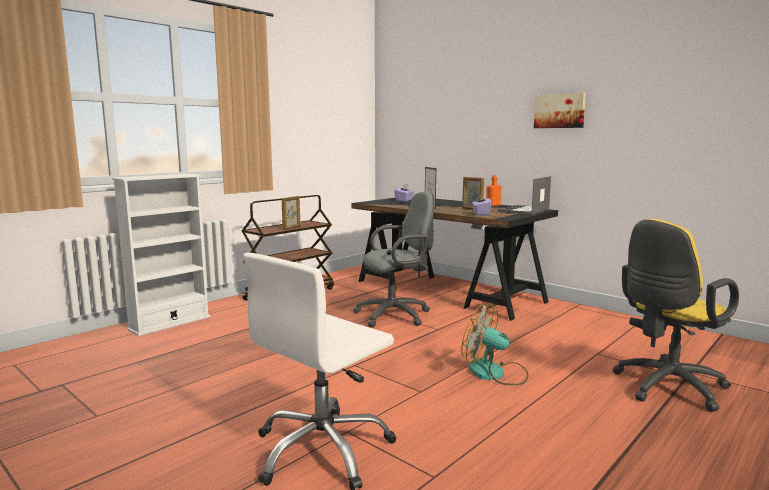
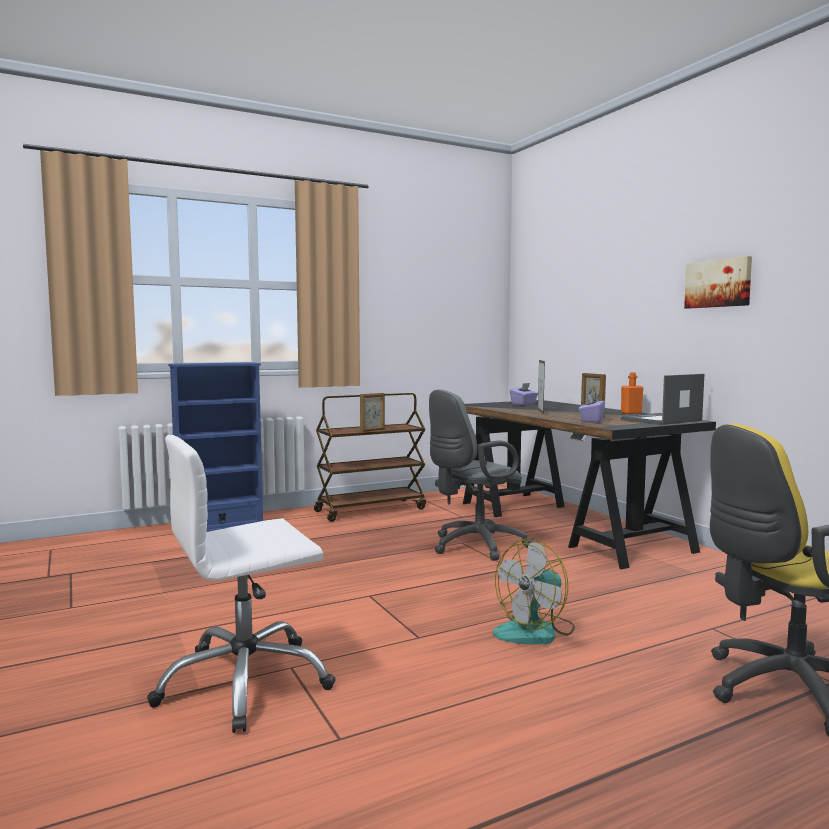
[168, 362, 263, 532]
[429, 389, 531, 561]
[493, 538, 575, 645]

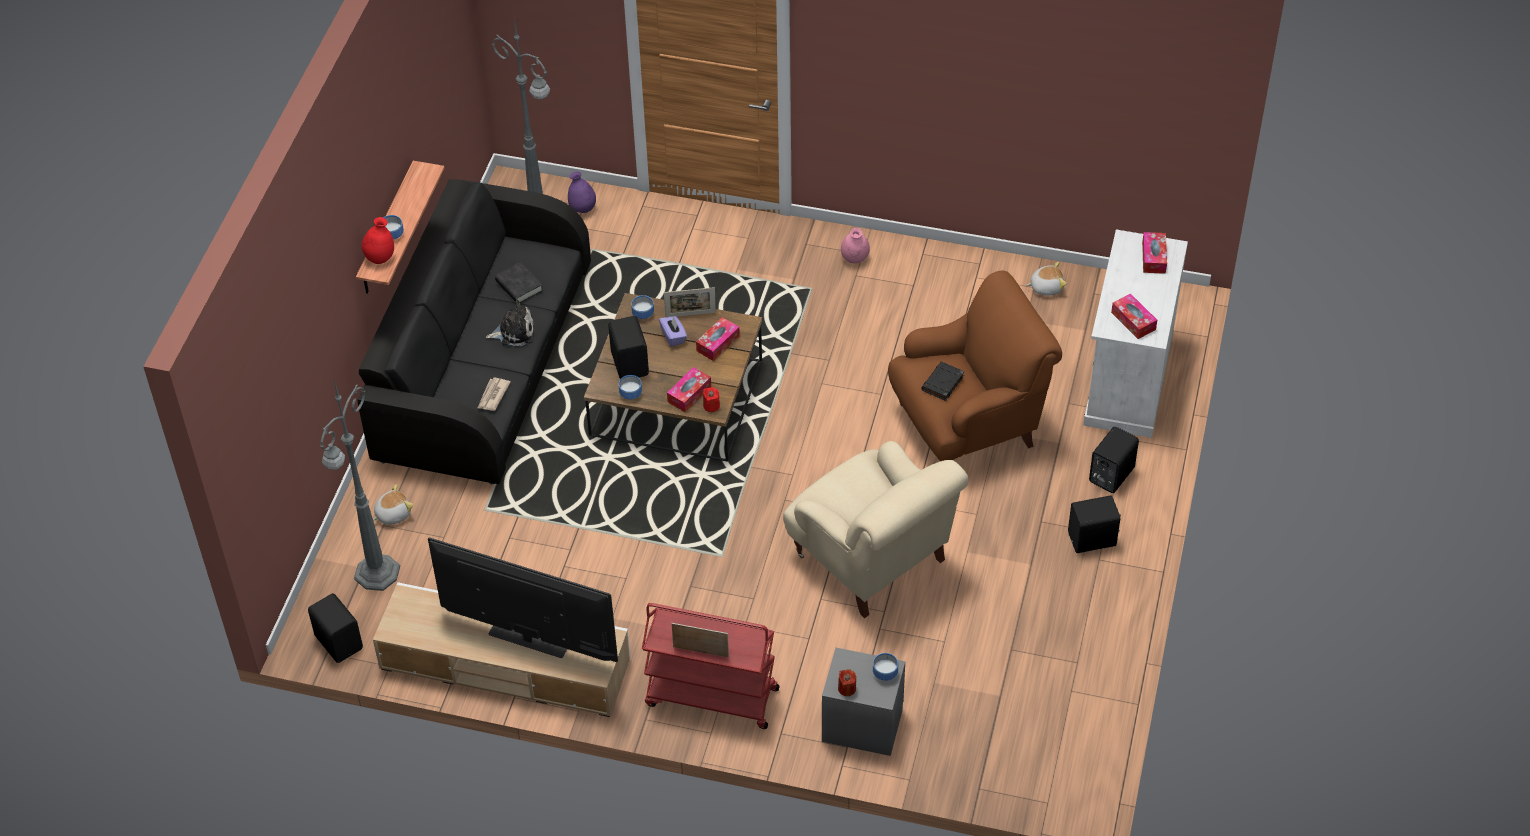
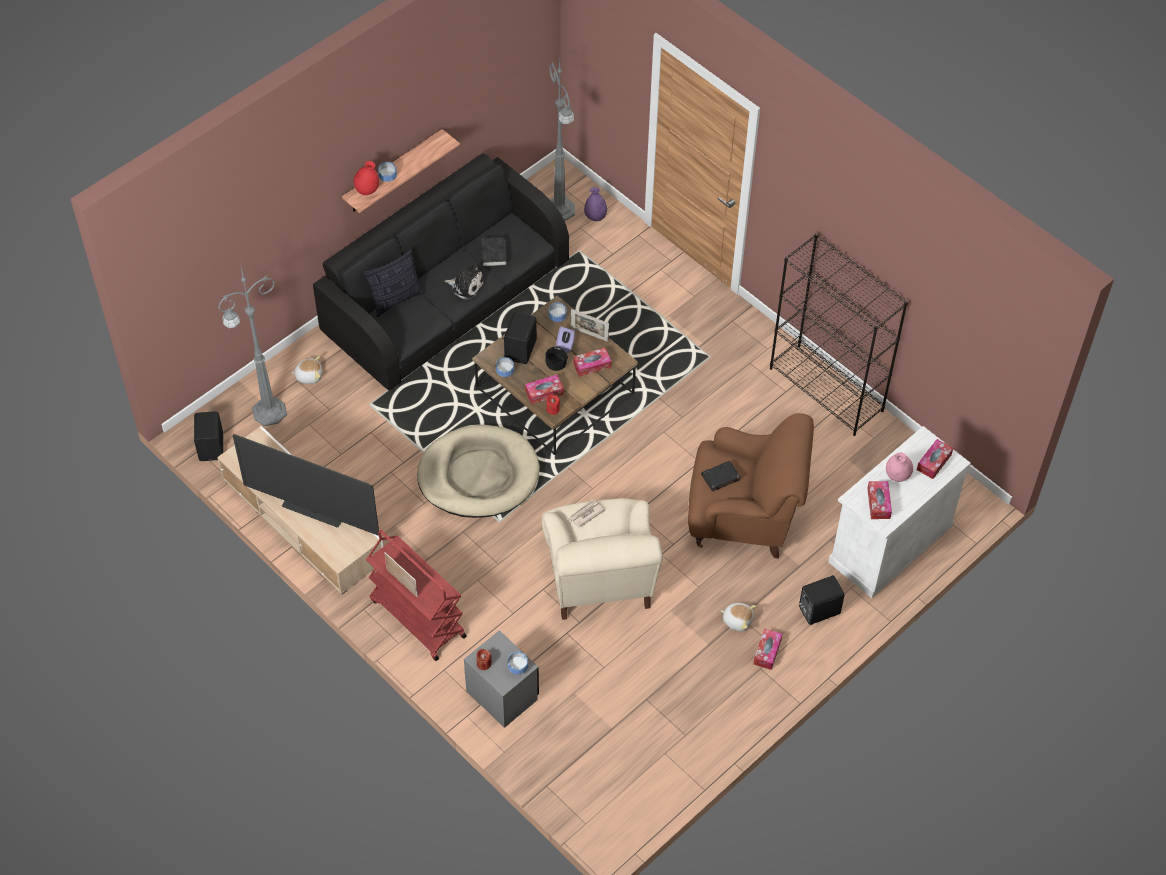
[233, 434, 379, 536]
[364, 250, 425, 317]
[417, 425, 540, 518]
[545, 346, 568, 371]
[568, 499, 605, 528]
[720, 603, 757, 631]
[753, 628, 782, 670]
[770, 233, 908, 436]
[886, 452, 913, 482]

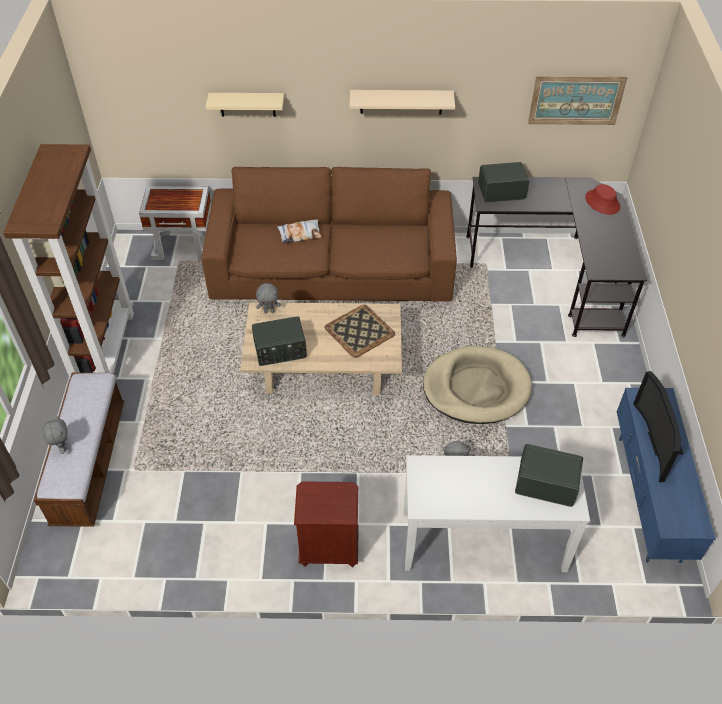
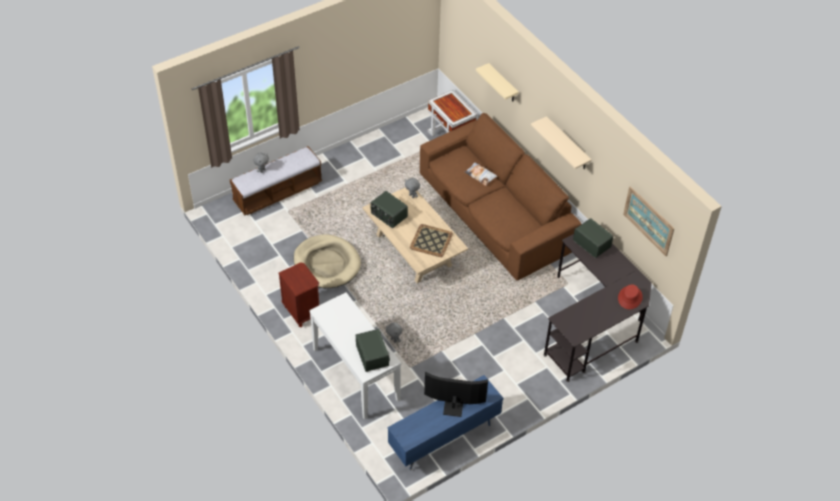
[294, 234, 361, 288]
[424, 372, 488, 417]
[3, 144, 134, 378] (first image)

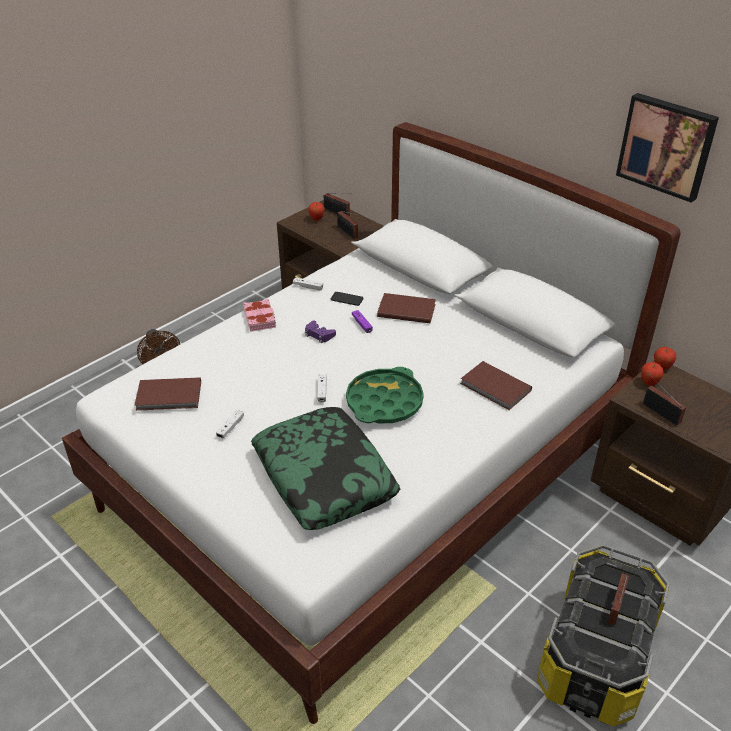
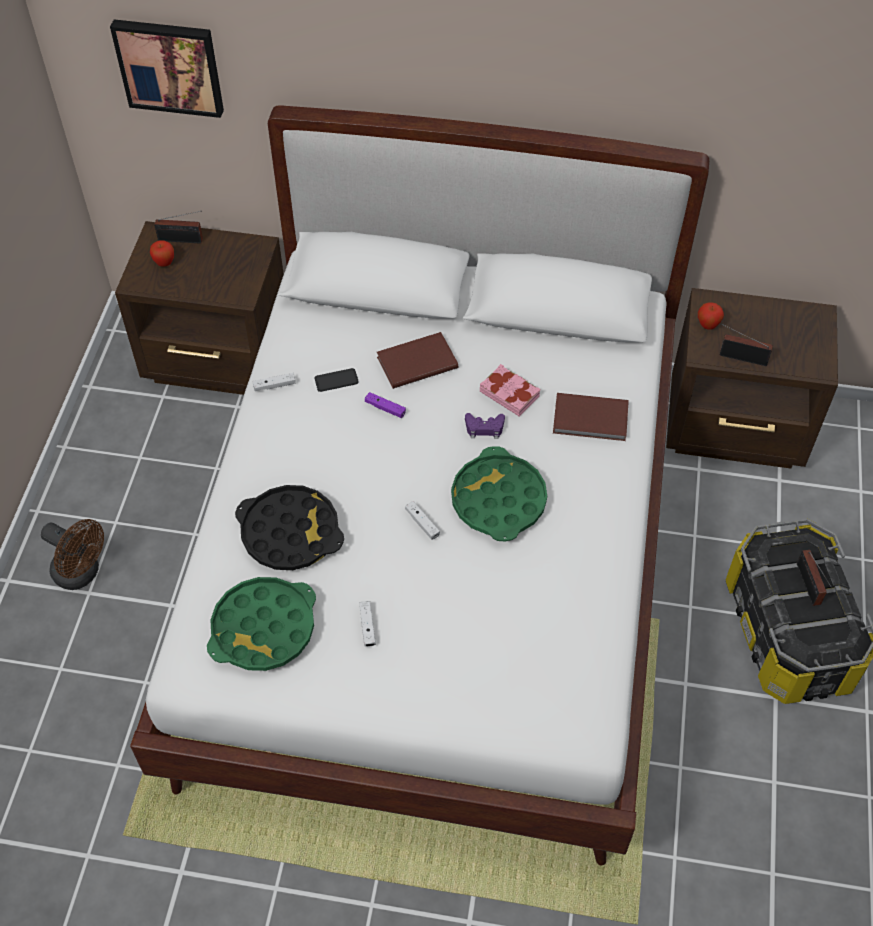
[110, 19, 224, 118]
[207, 577, 316, 671]
[235, 485, 344, 570]
[465, 413, 505, 439]
[480, 364, 540, 416]
[251, 407, 401, 530] (first image)
[337, 211, 358, 239] (first image)
[654, 347, 676, 370] (first image)

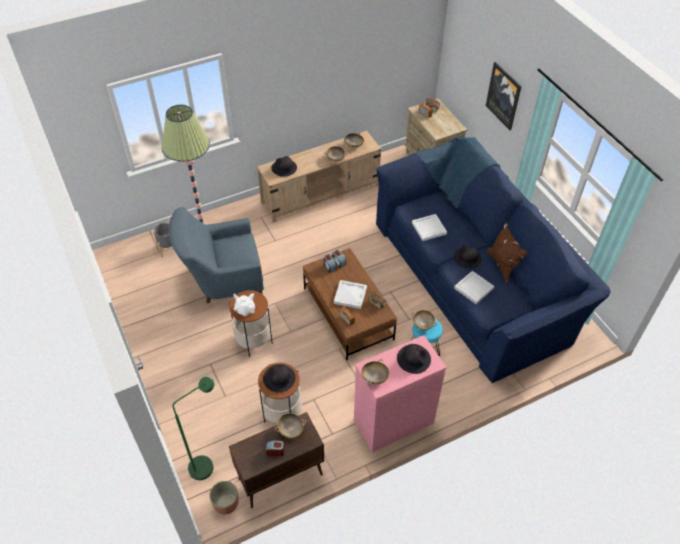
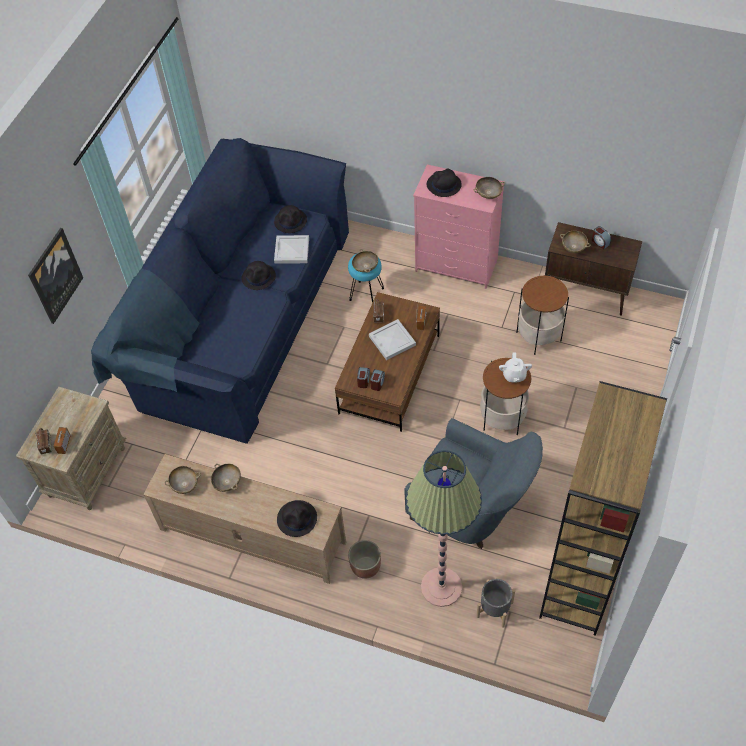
[274, 205, 307, 233]
[348, 540, 381, 579]
[539, 381, 667, 636]
[172, 377, 214, 480] (first image)
[412, 214, 447, 241] (first image)
[487, 222, 528, 283] (first image)

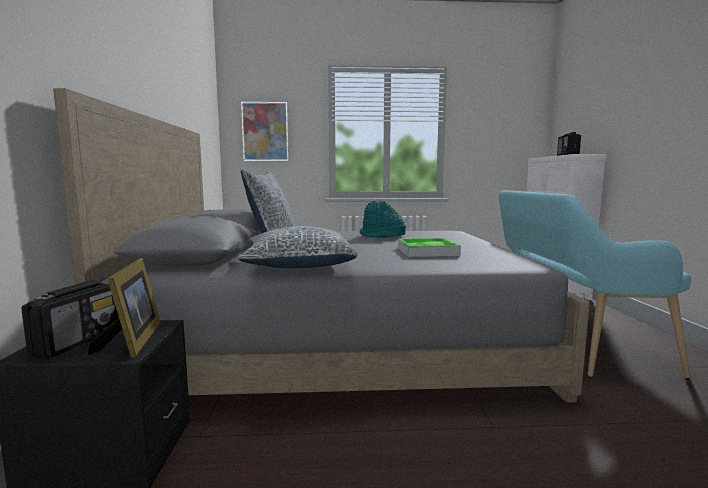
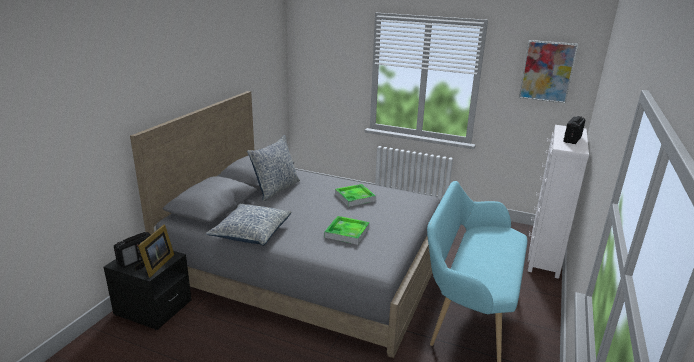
[335, 184, 376, 207]
[519, 40, 578, 104]

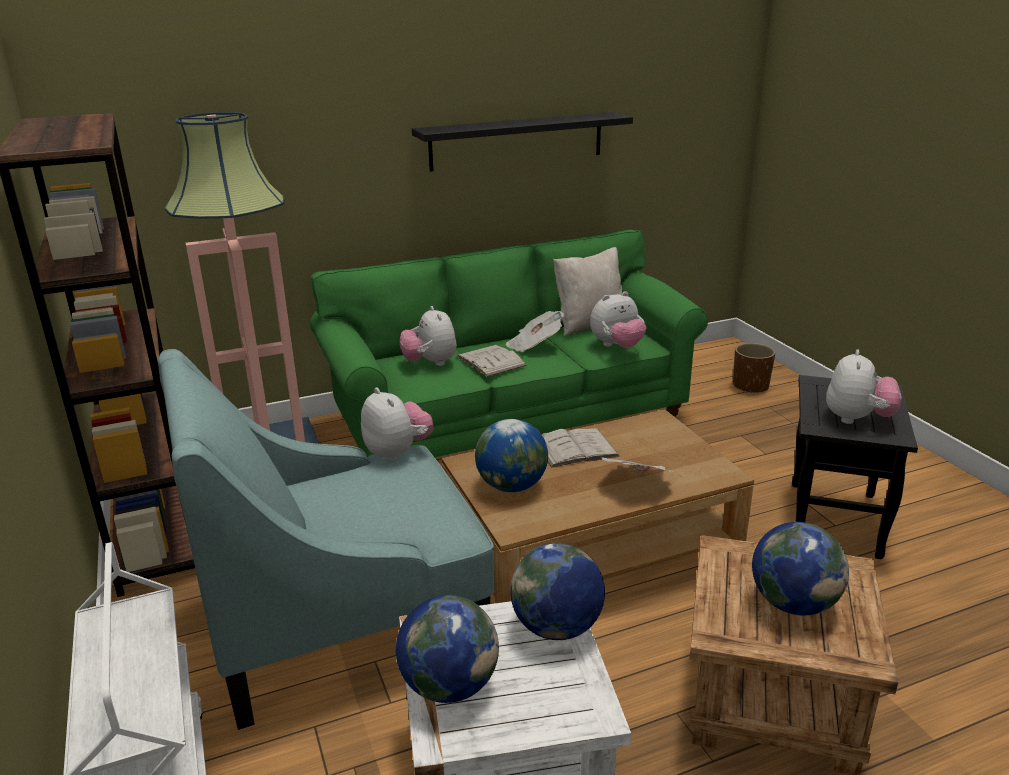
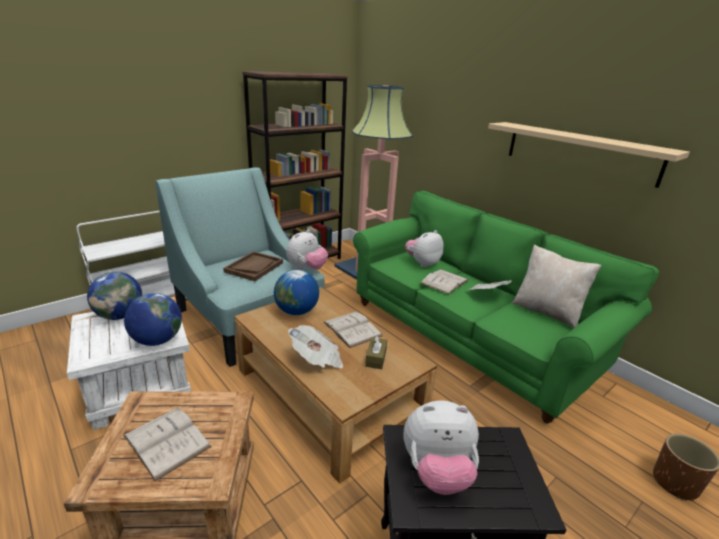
[123, 407, 212, 481]
[223, 251, 283, 281]
[365, 335, 387, 369]
[488, 122, 690, 188]
[590, 291, 646, 348] (first image)

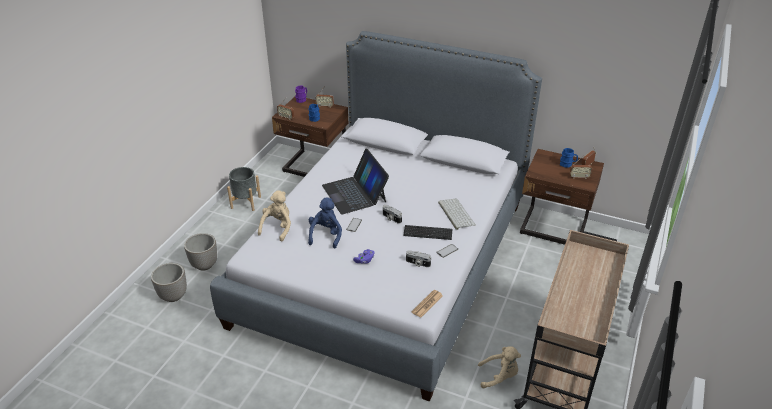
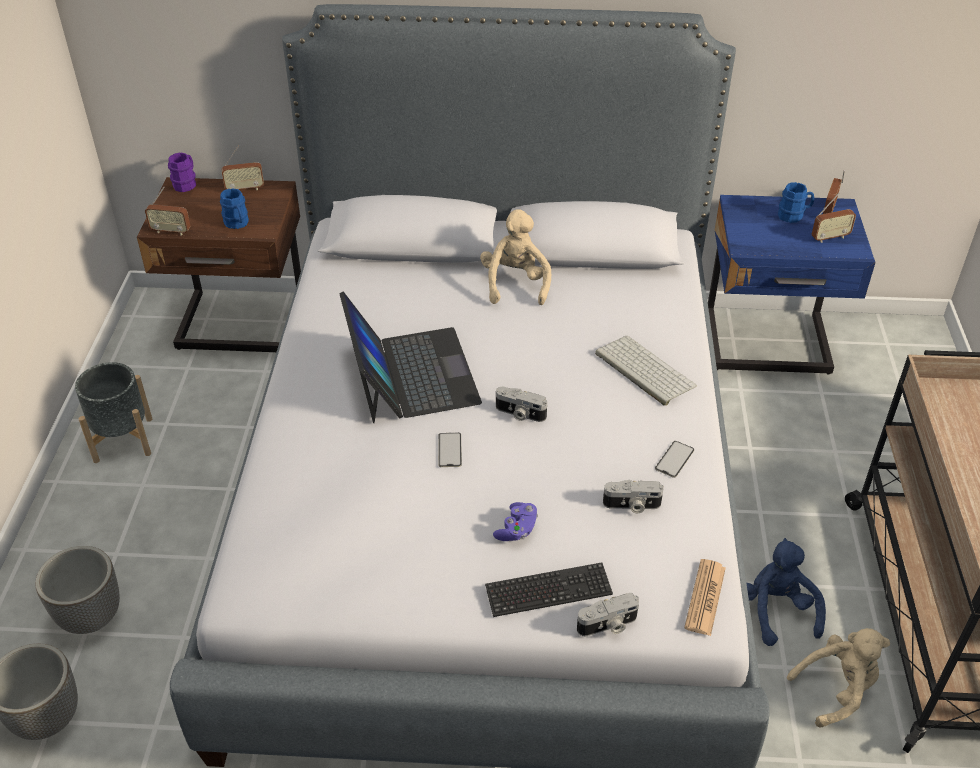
[339, 292, 482, 423]
[480, 209, 551, 305]
[485, 562, 613, 617]
[577, 593, 639, 636]
[708, 195, 876, 375]
[747, 538, 826, 646]

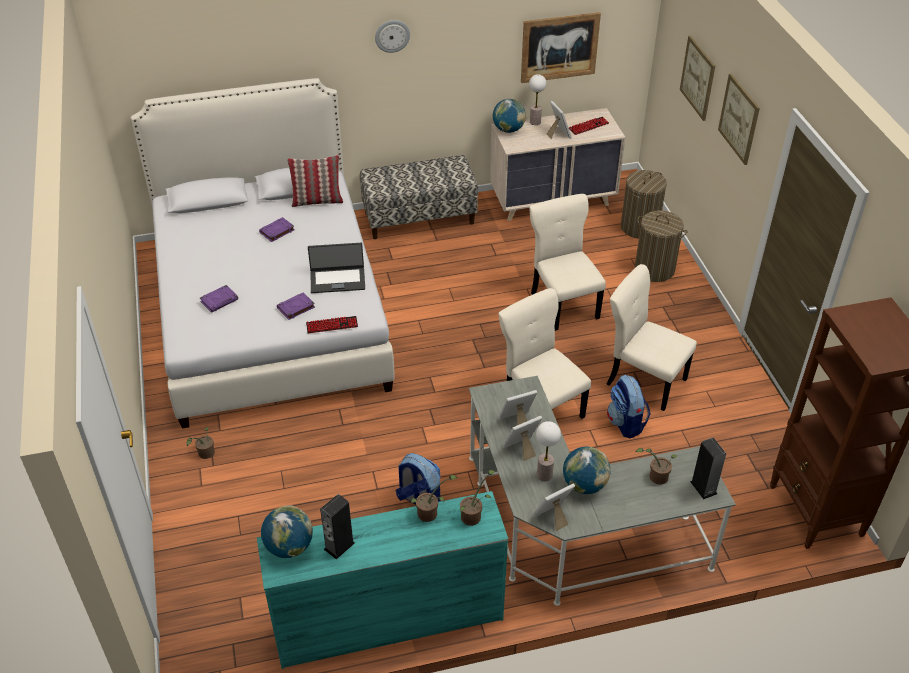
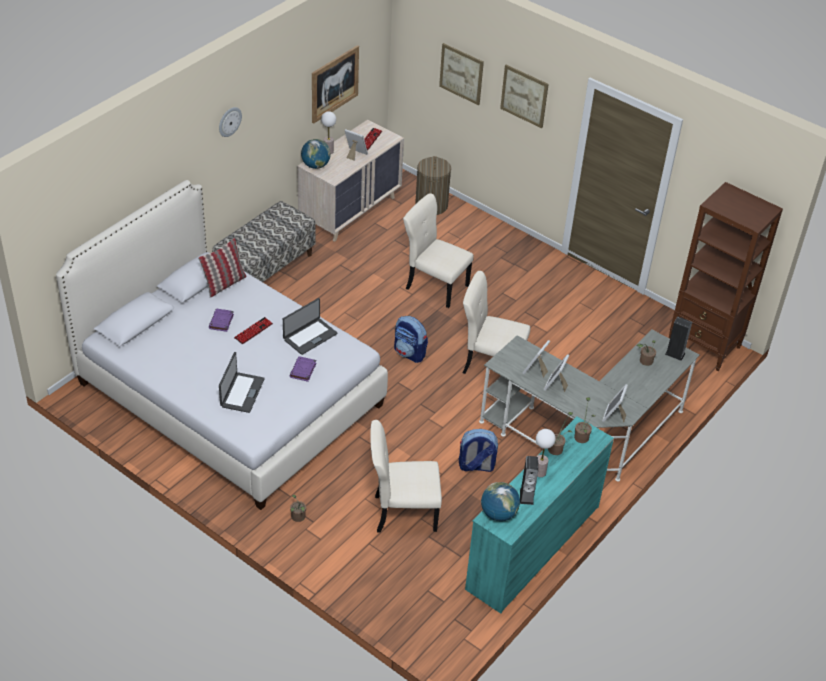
[219, 352, 265, 413]
[234, 317, 273, 344]
[370, 420, 442, 533]
[394, 316, 428, 363]
[536, 429, 556, 477]
[563, 447, 611, 494] (first image)
[635, 210, 688, 282] (first image)

